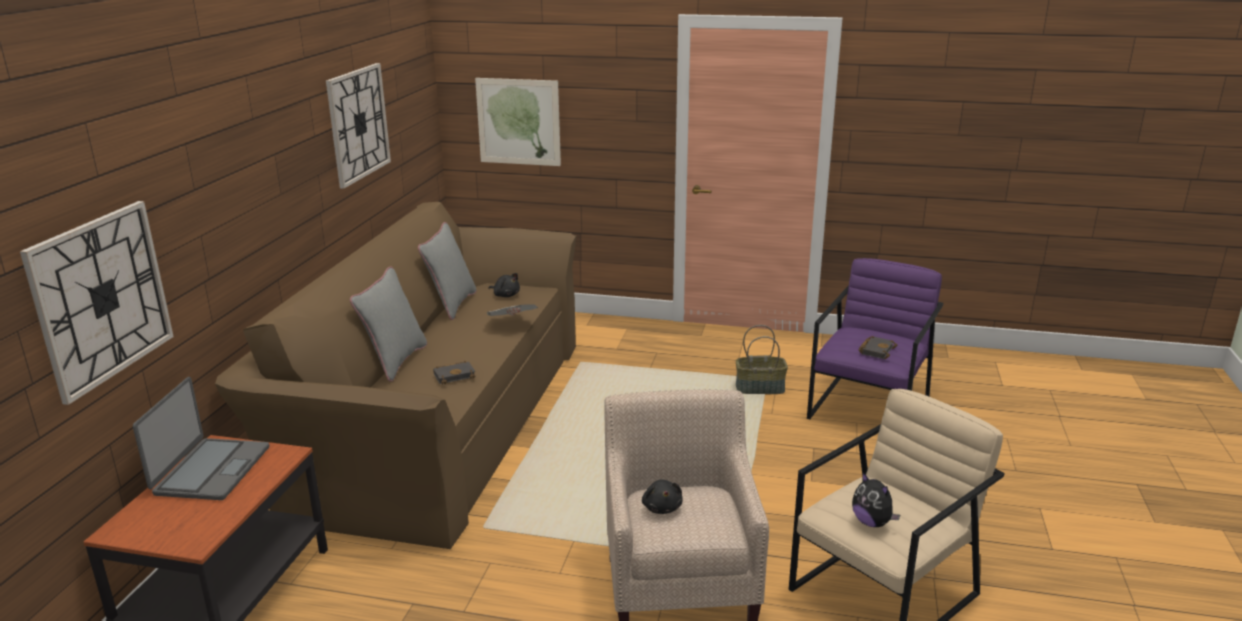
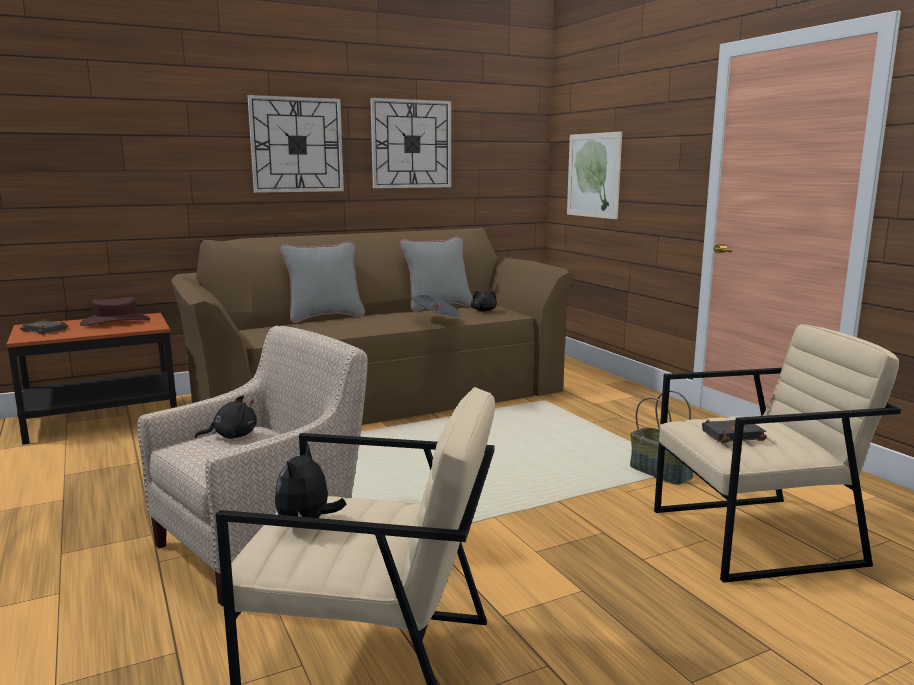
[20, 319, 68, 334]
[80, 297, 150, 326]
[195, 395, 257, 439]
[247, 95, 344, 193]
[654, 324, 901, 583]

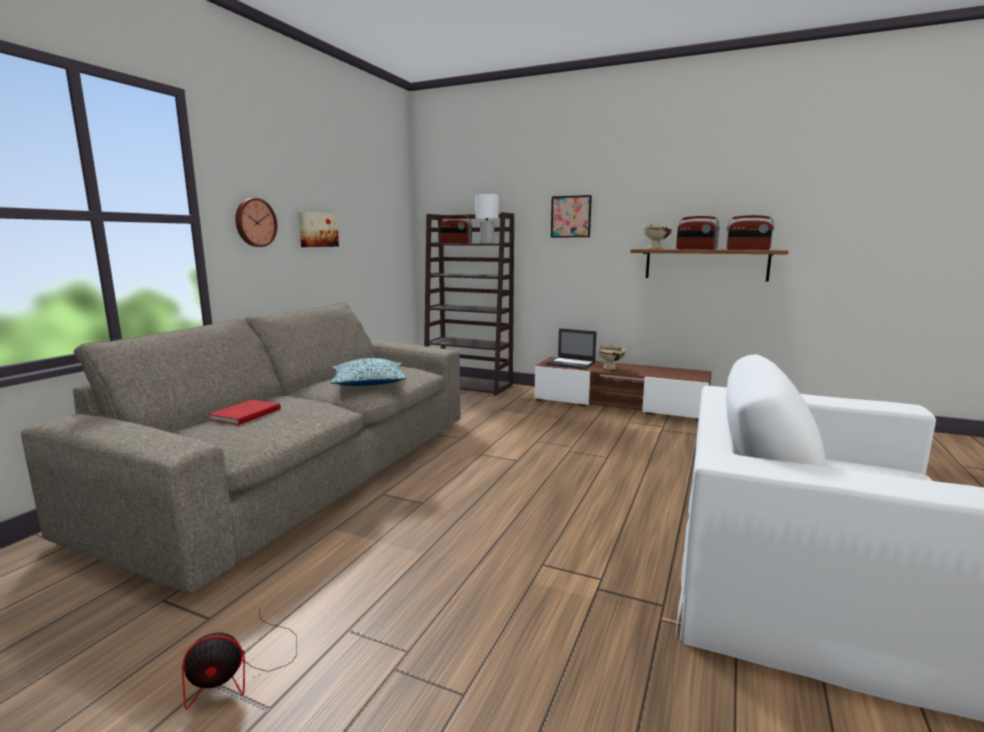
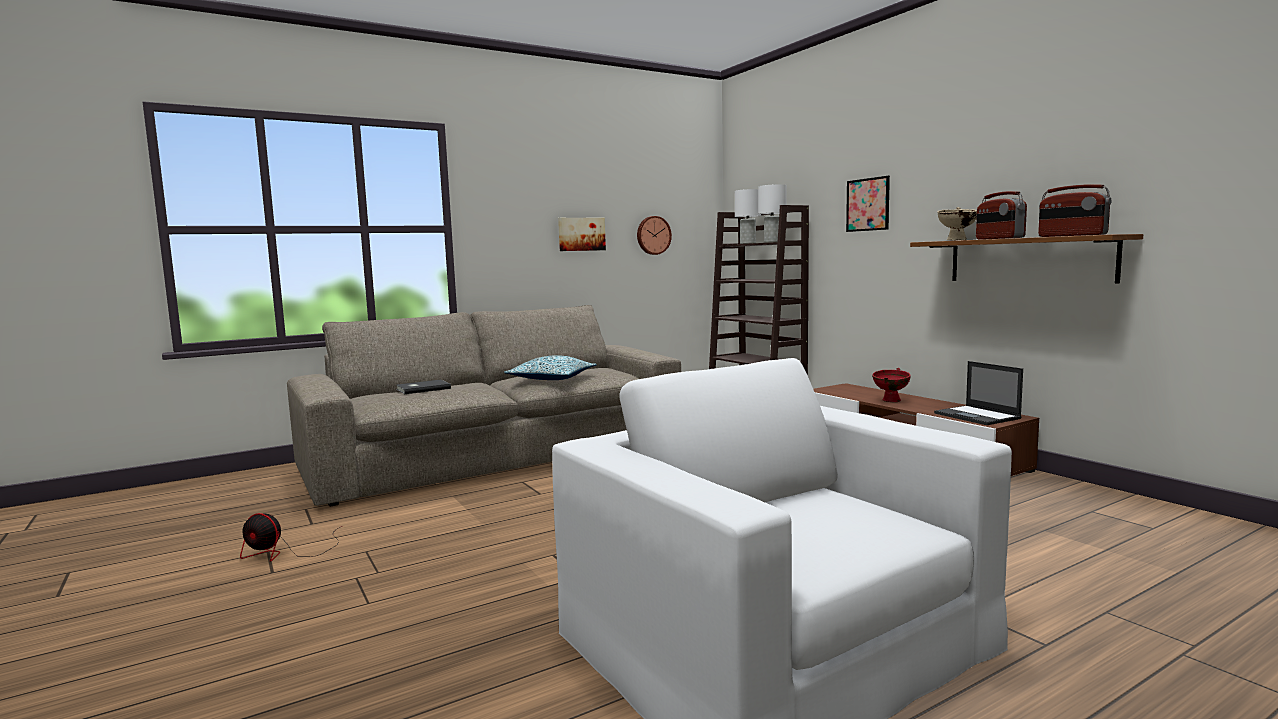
[396, 379, 451, 394]
[637, 216, 672, 255]
[735, 189, 761, 244]
[872, 368, 911, 403]
[934, 361, 1023, 425]

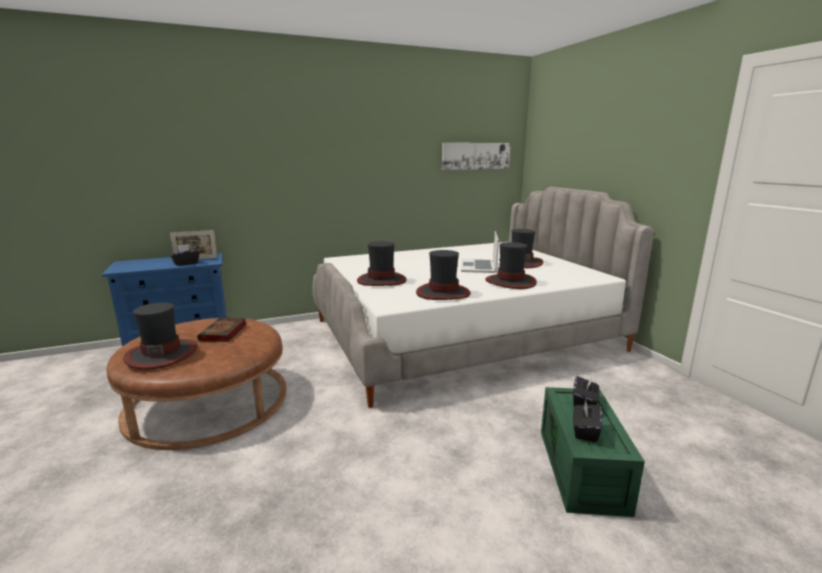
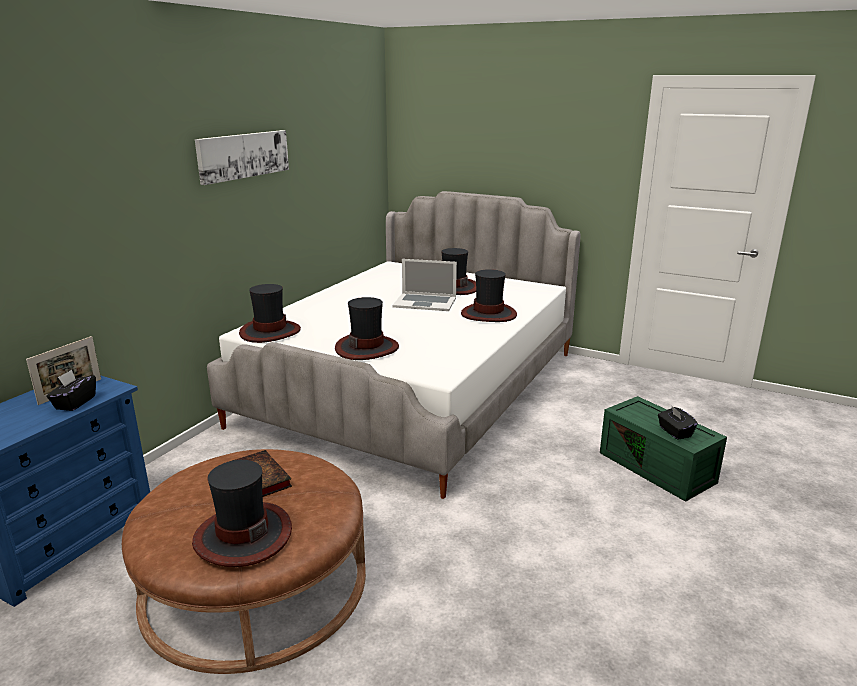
[195, 130, 289, 185]
[239, 284, 301, 343]
[393, 259, 457, 311]
[573, 376, 599, 407] (first image)

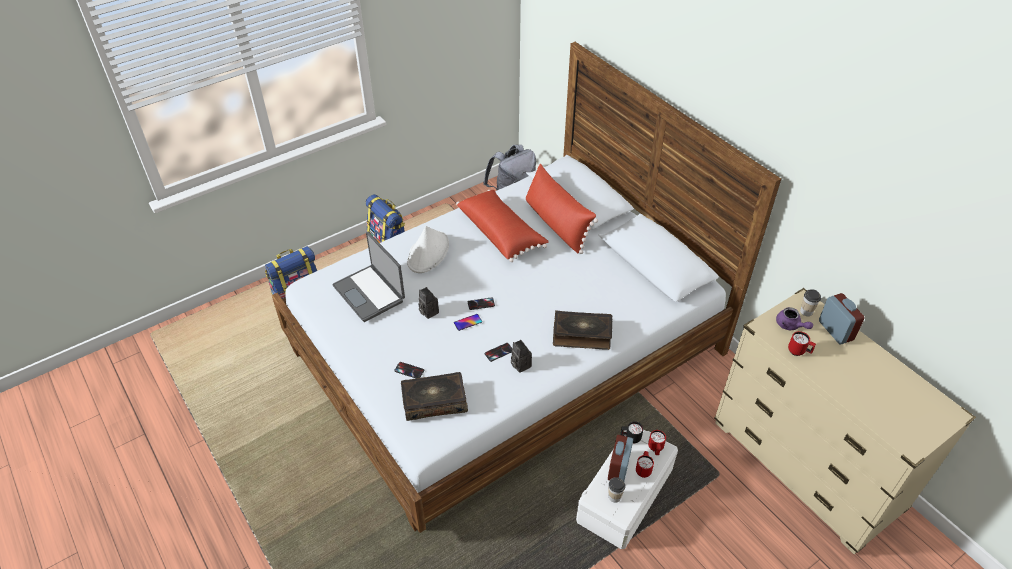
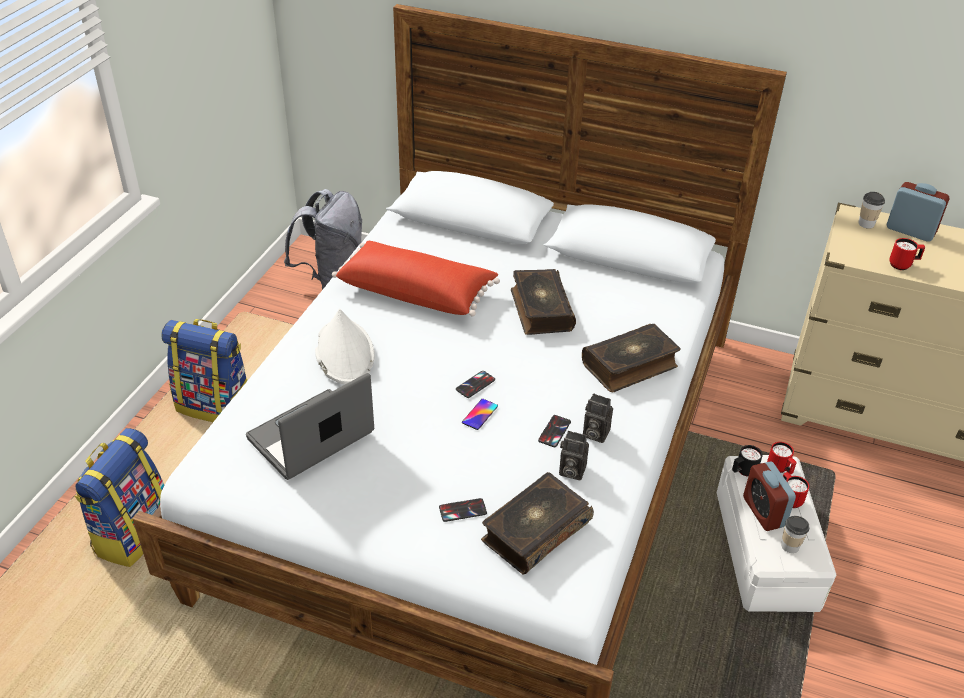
[246, 373, 374, 480]
[511, 269, 576, 335]
[559, 431, 589, 480]
[525, 164, 598, 254] (first image)
[776, 307, 813, 330] (first image)

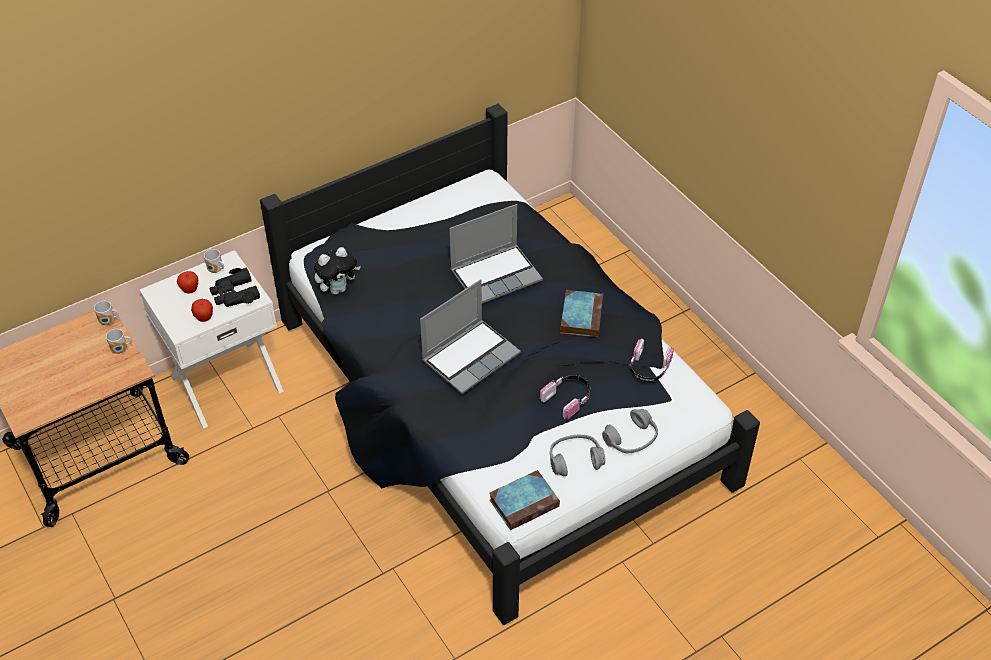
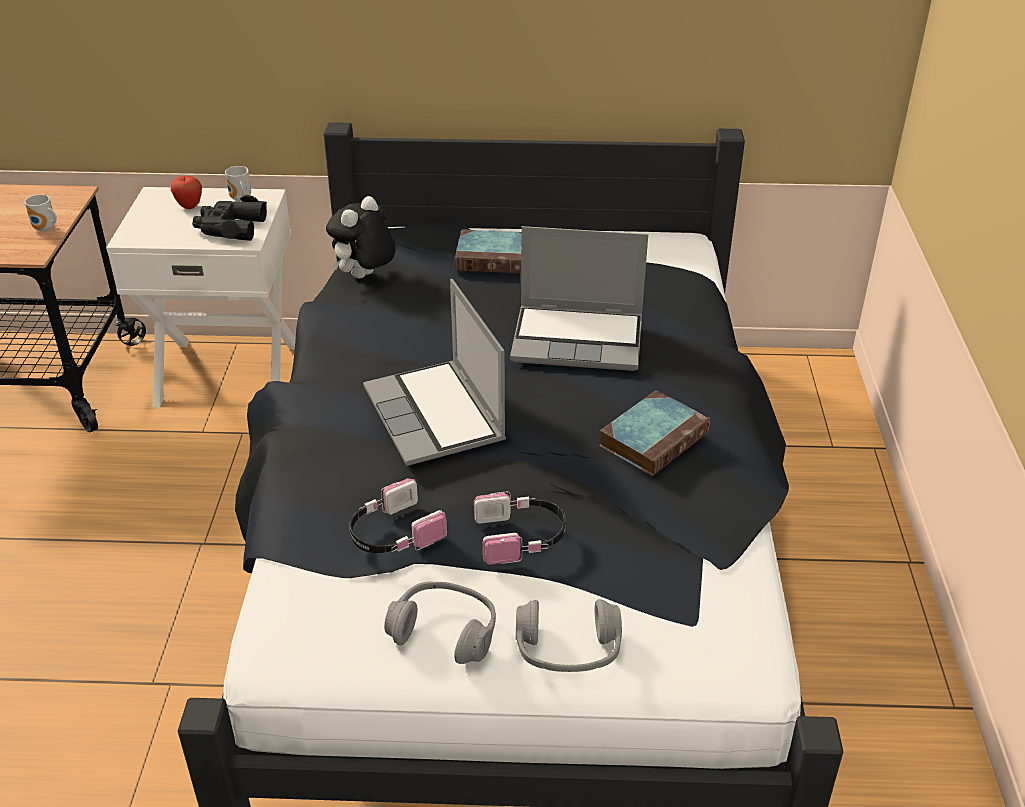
[326, 196, 396, 278]
[350, 478, 447, 553]
[363, 279, 506, 466]
[455, 229, 521, 274]
[94, 301, 119, 325] (first image)
[191, 299, 213, 322] (first image)

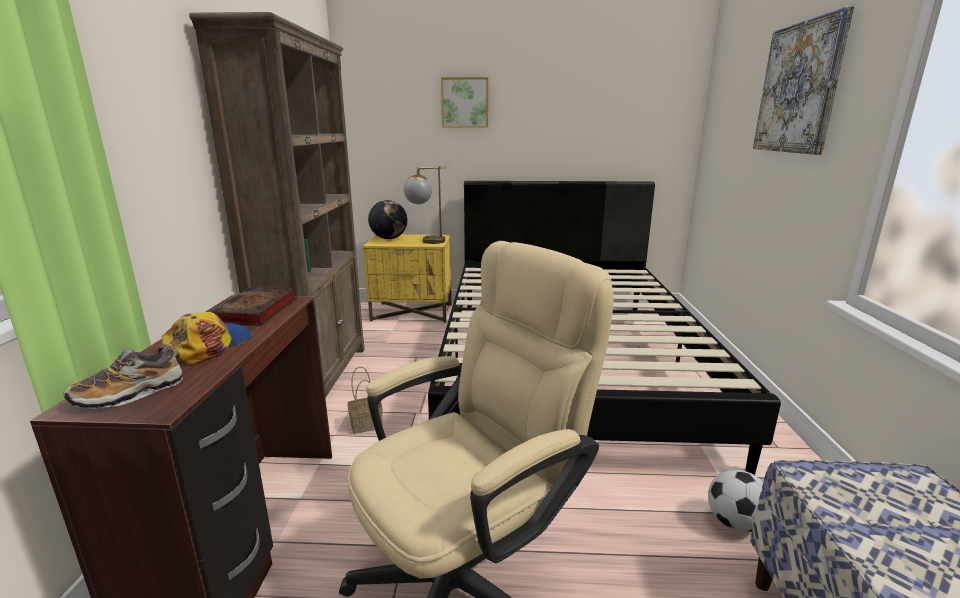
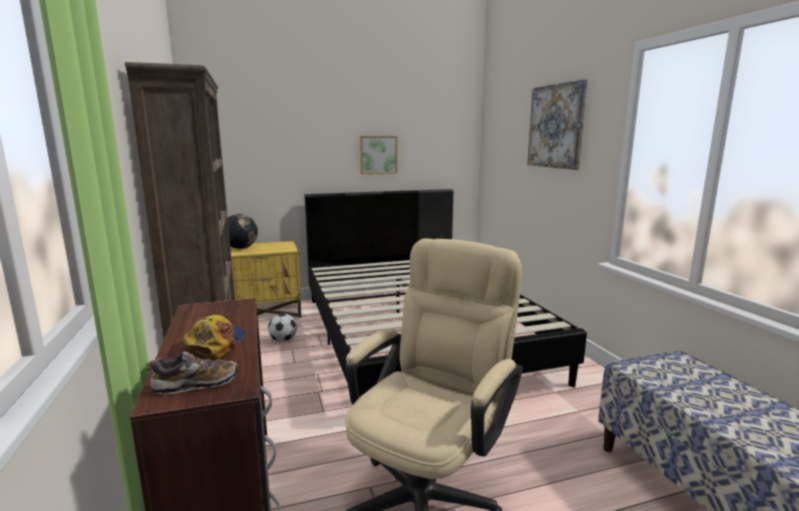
[147, 351, 238, 394]
[268, 313, 297, 342]
[360, 136, 397, 174]
[210, 286, 297, 326] (first image)
[347, 367, 383, 434] (first image)
[404, 166, 446, 244] (first image)

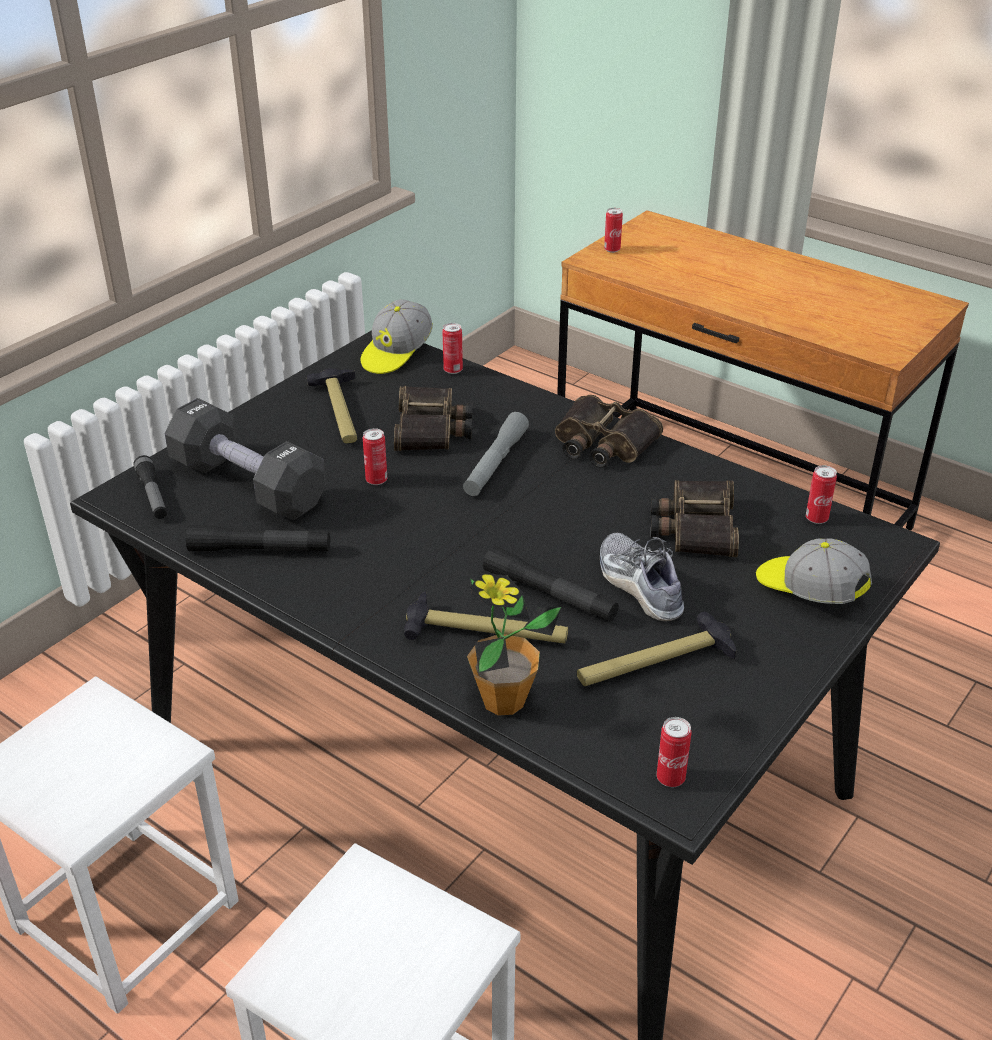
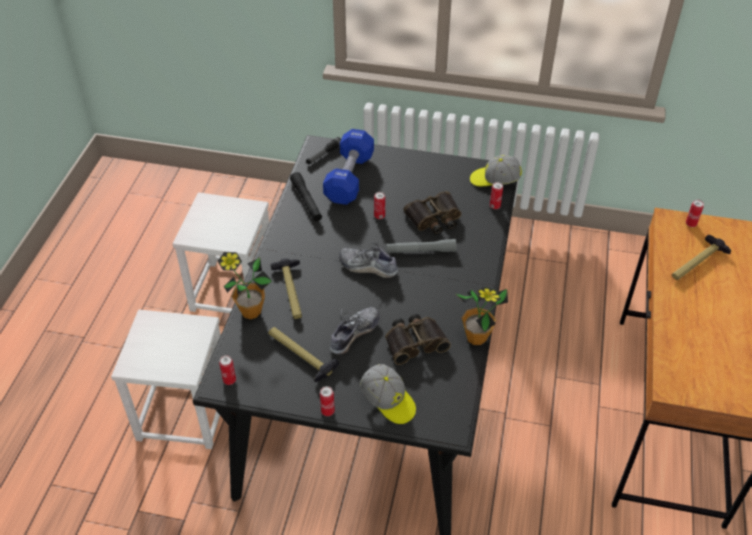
[320, 386, 335, 416]
[323, 129, 374, 205]
[339, 243, 398, 278]
[360, 364, 416, 424]
[456, 287, 508, 345]
[672, 235, 731, 280]
[483, 546, 619, 622] (first image)
[555, 395, 663, 468] (first image)

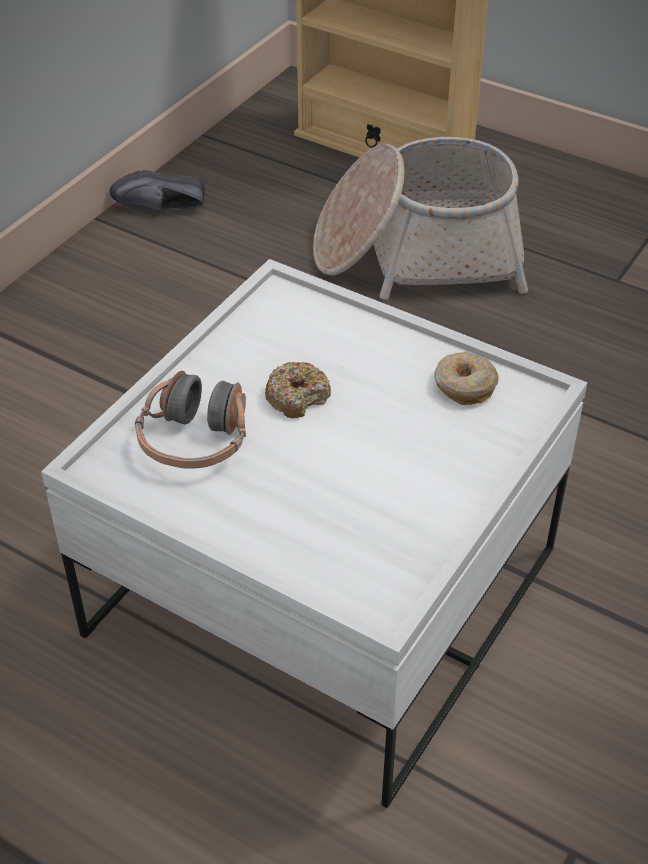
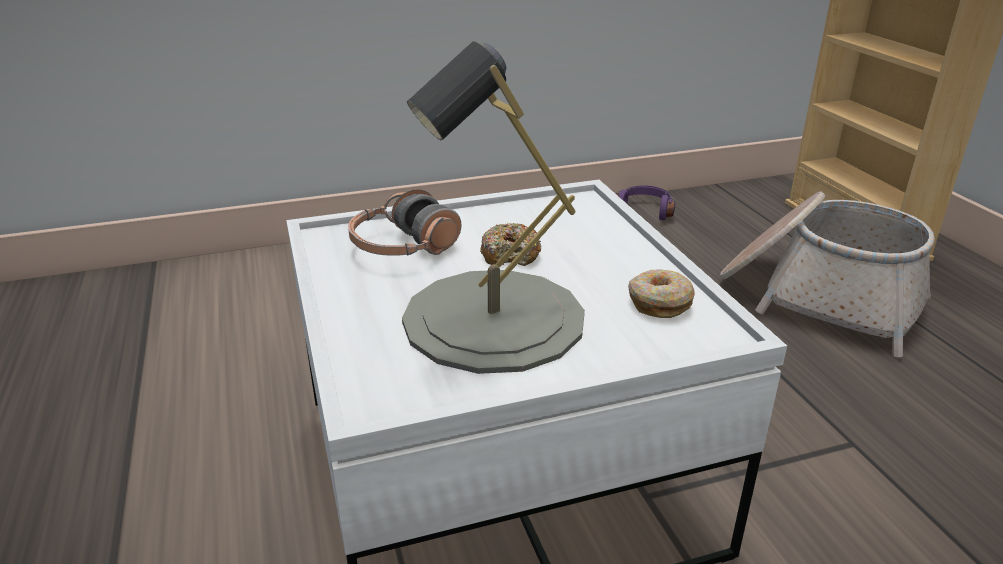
[402, 41, 585, 374]
[615, 185, 675, 220]

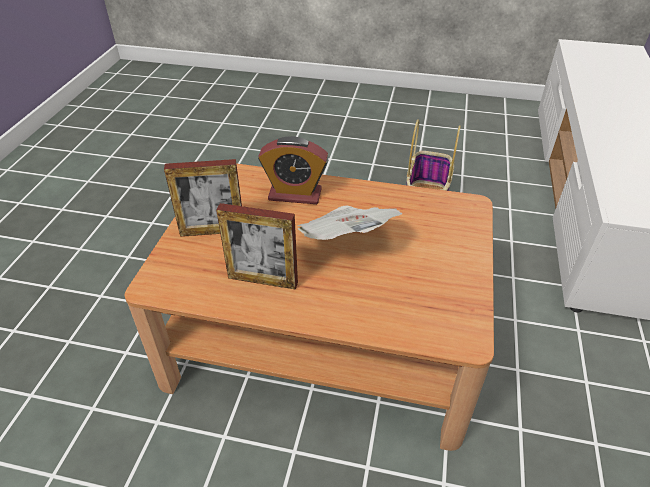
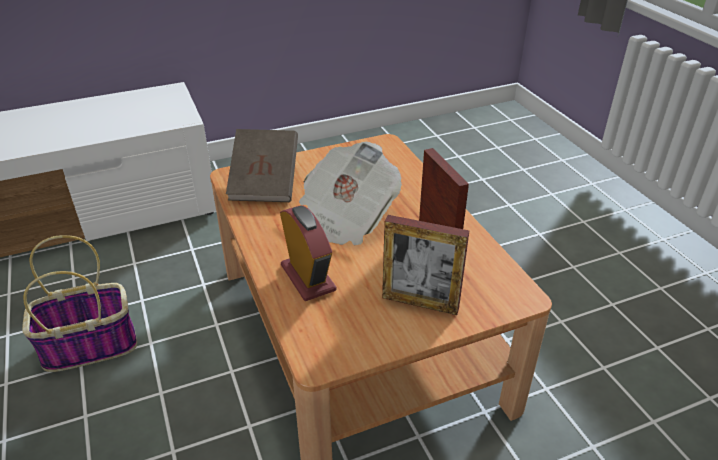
[226, 129, 298, 202]
[382, 215, 469, 315]

